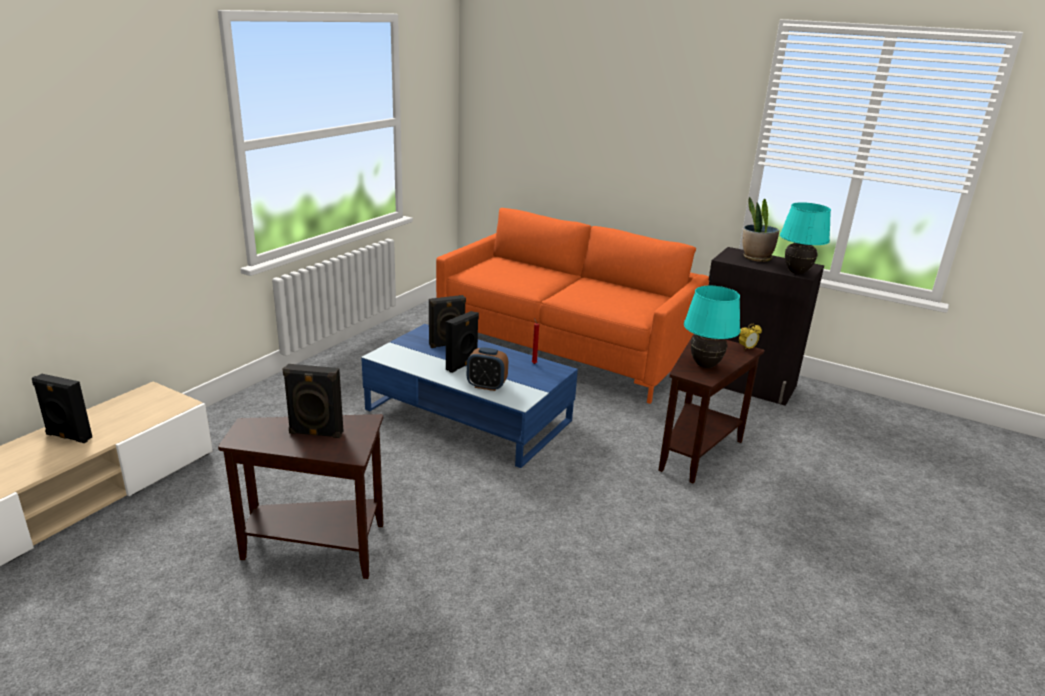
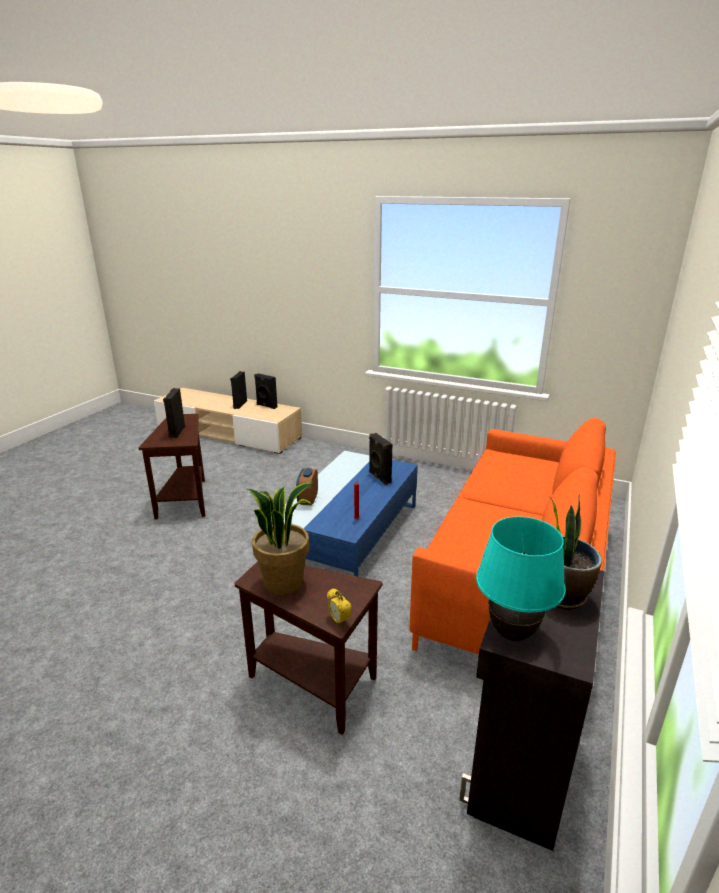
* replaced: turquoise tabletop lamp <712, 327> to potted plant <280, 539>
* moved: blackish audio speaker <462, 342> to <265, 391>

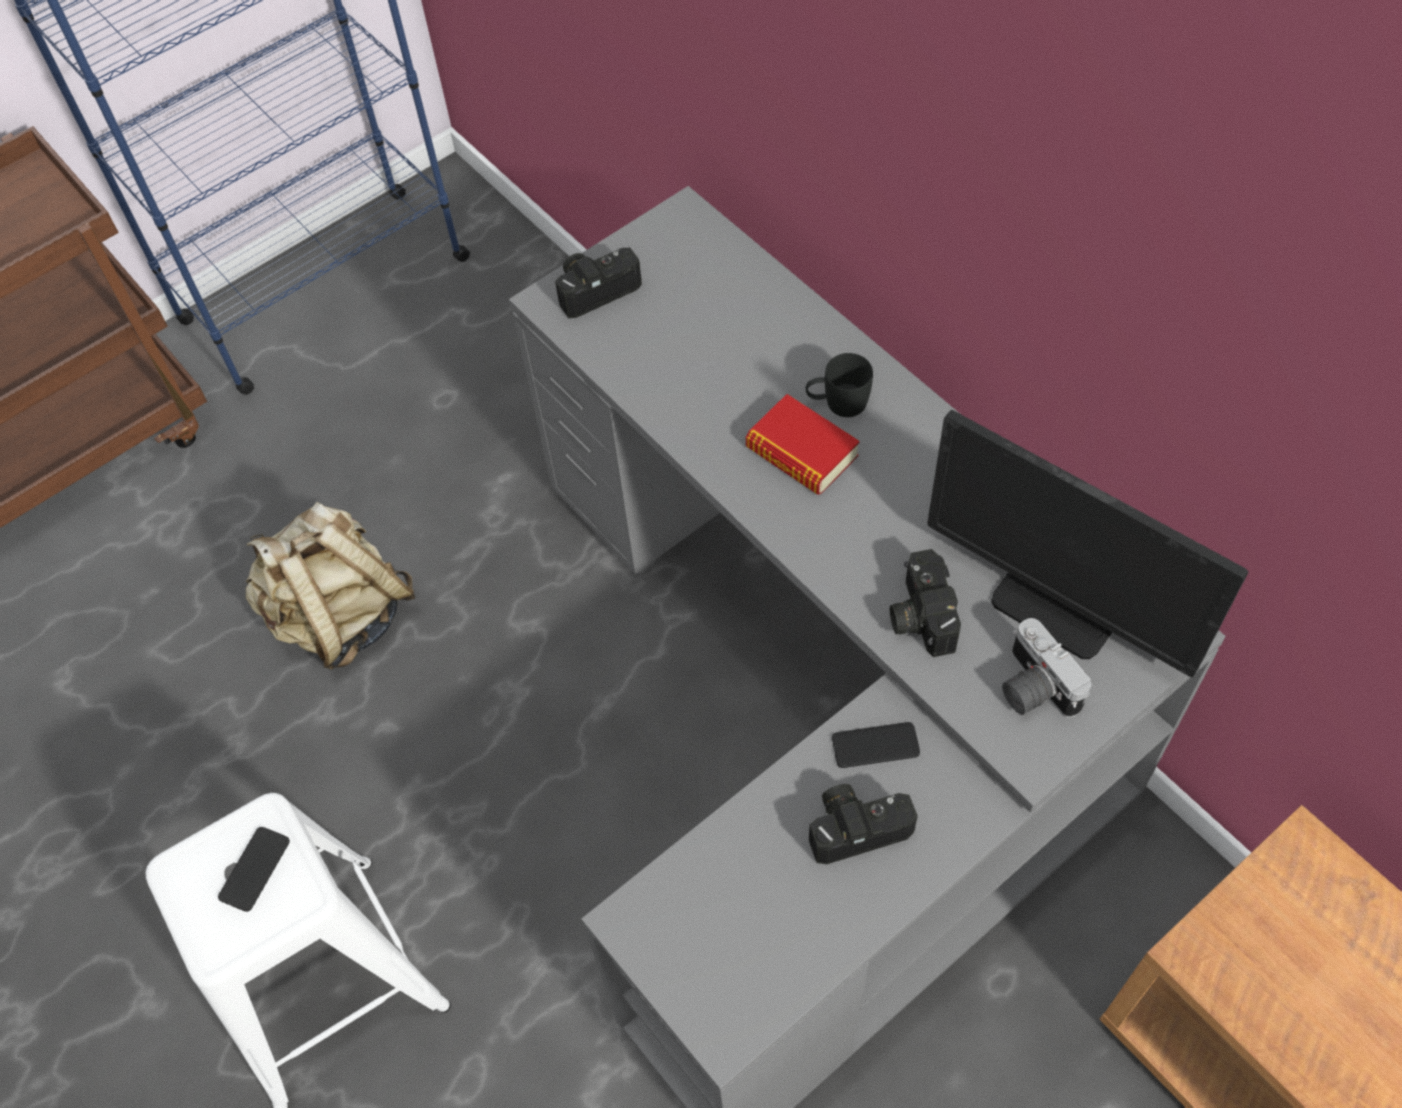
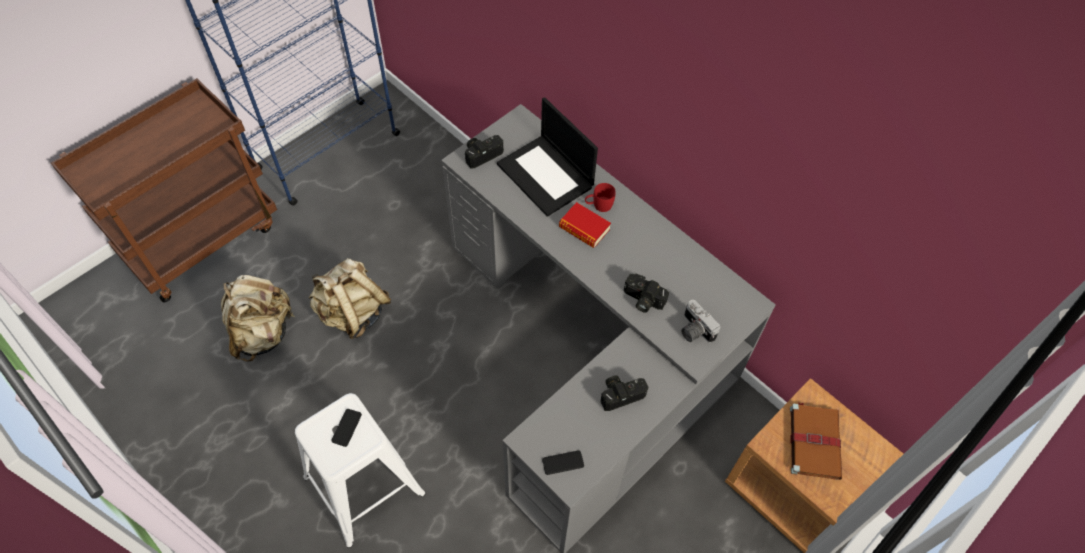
* recoloured: blackish coffee mug <839, 385> to reddish coffee mug <600, 197>
* removed: computer screen <1087, 543>
* turned: still camera <925, 603> = <646, 293> 45 degrees counterclockwise
* moved: phone <876, 745> to <563, 462>
* added: notebook computer <547, 157>
* added: sand-coloured backpack <258, 318>
* added: brown-coloured volume <816, 441>

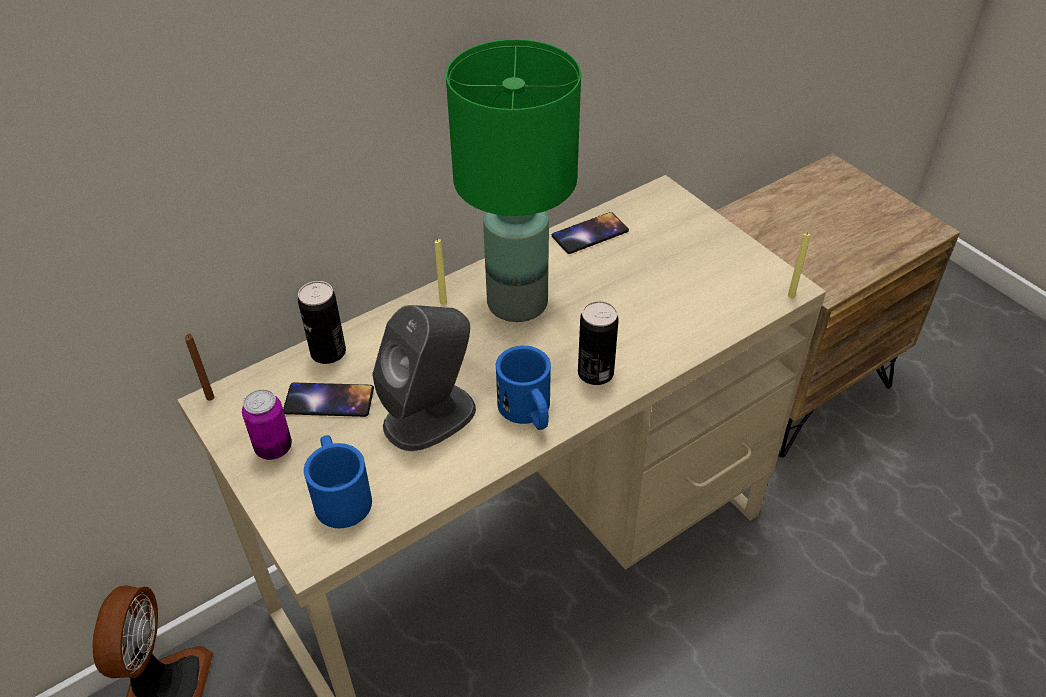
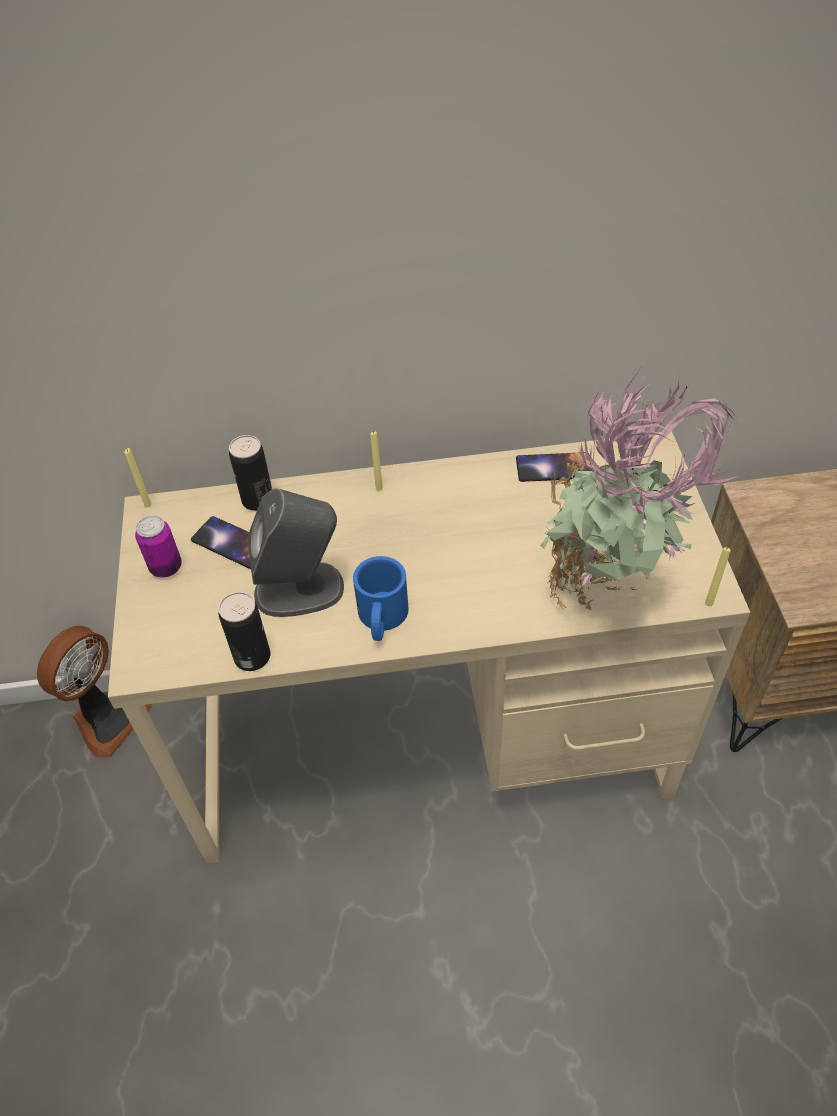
* removed: green tabletop lamp <513, 180>
* moved: can <598, 343> to <244, 631>
* recoloured: brown-coloured wax candle <199, 367> to yellowish wax candle <138, 478>
* removed: blue coffee mug <338, 481>
* added: potted plant <639, 487>

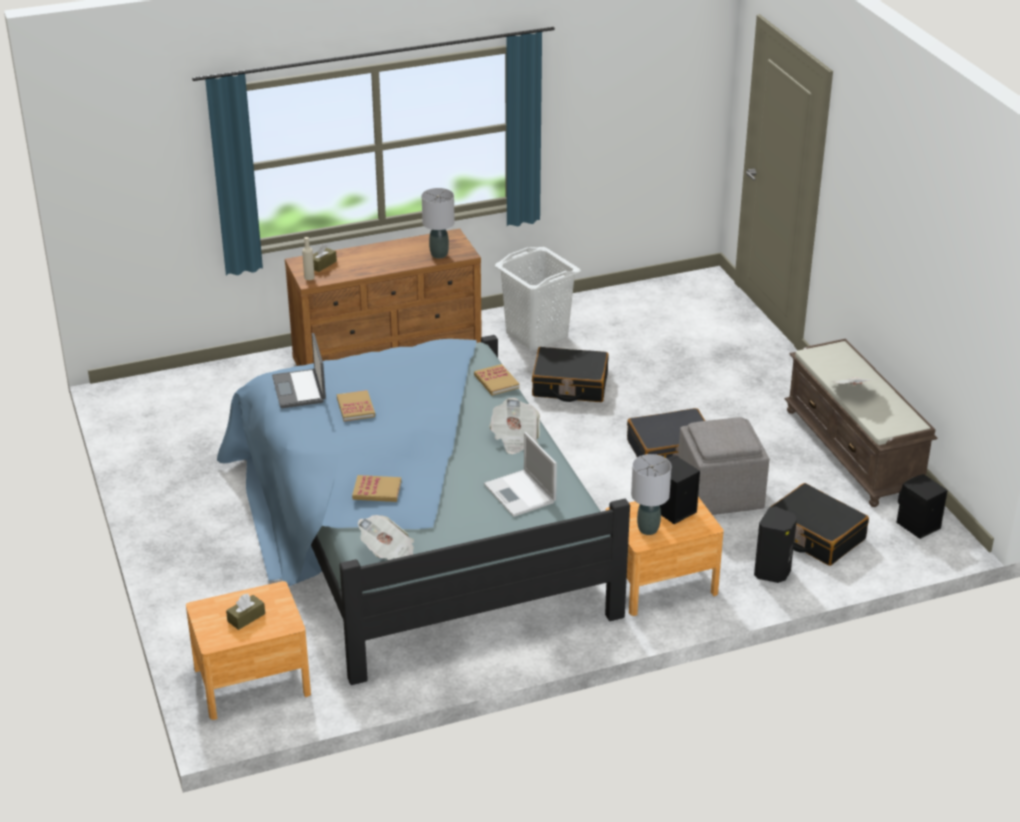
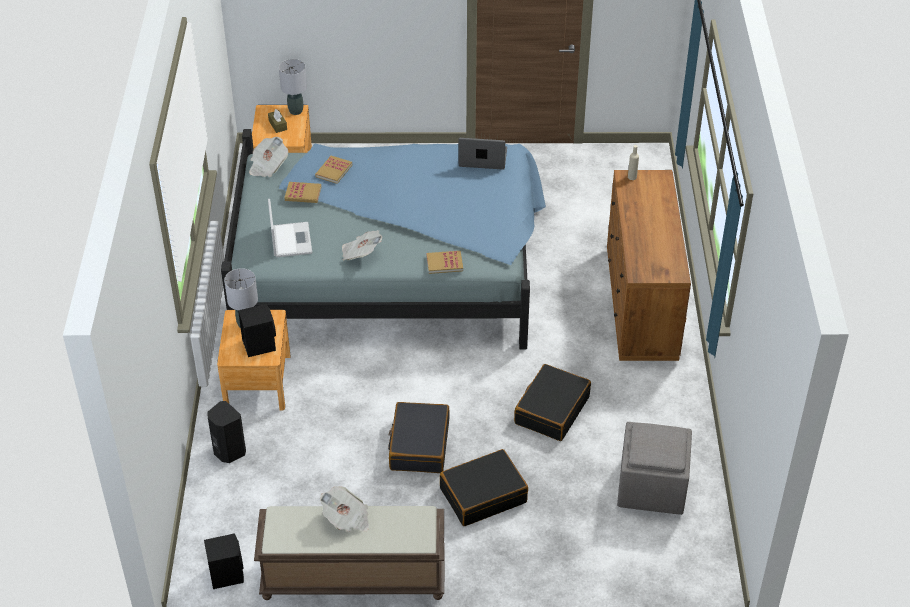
* moved: greyish tabletop lamp <438, 223> to <293, 87>
* removed: brown-coloured tissue holder <325, 258>
* removed: white-coloured laundry basket <538, 299>
* moved: volume <356, 405> to <303, 192>
* moved: greyish footrest <723, 466> to <654, 468>
* turned: notebook computer <520, 474> = <290, 228> 90 degrees clockwise
* moved: blackish piece of luggage <820, 524> to <484, 487>

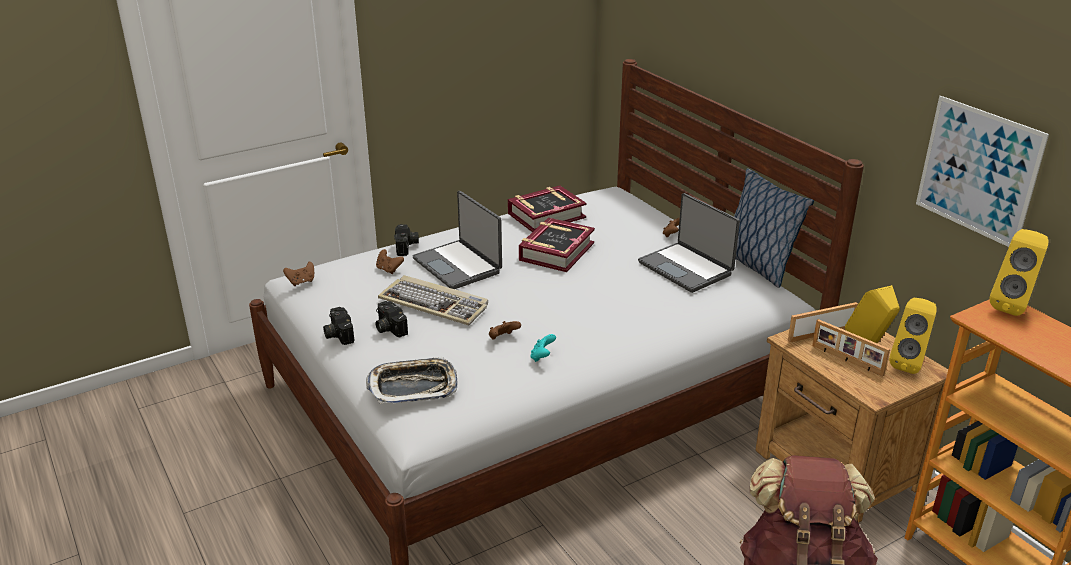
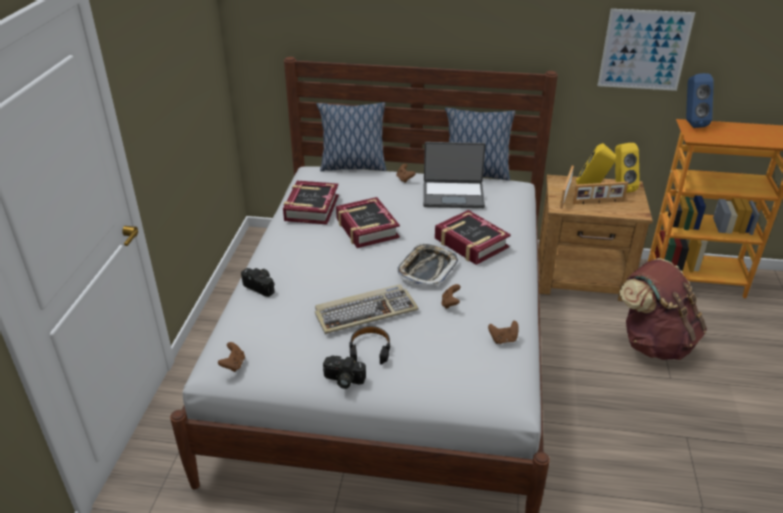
* removed: notebook computer <457, 240>
* recoloured: yellowish audio speaker <1018, 272> to blue audio speaker <700, 100>
* moved: brown-coloured game controller <390, 261> to <503, 332>
* replaced: still camera <391, 319> to blackish headset <370, 345>
* removed: turquoise game controller <543, 348>
* moved: tray <412, 380> to <427, 265>
* added: pillow <351, 137>
* added: volume <473, 237>

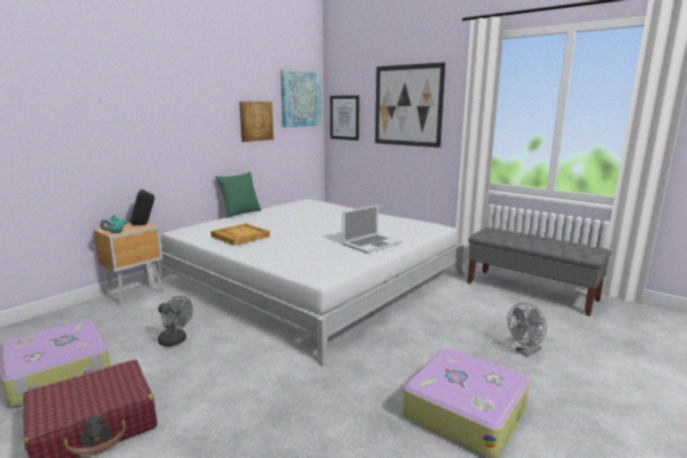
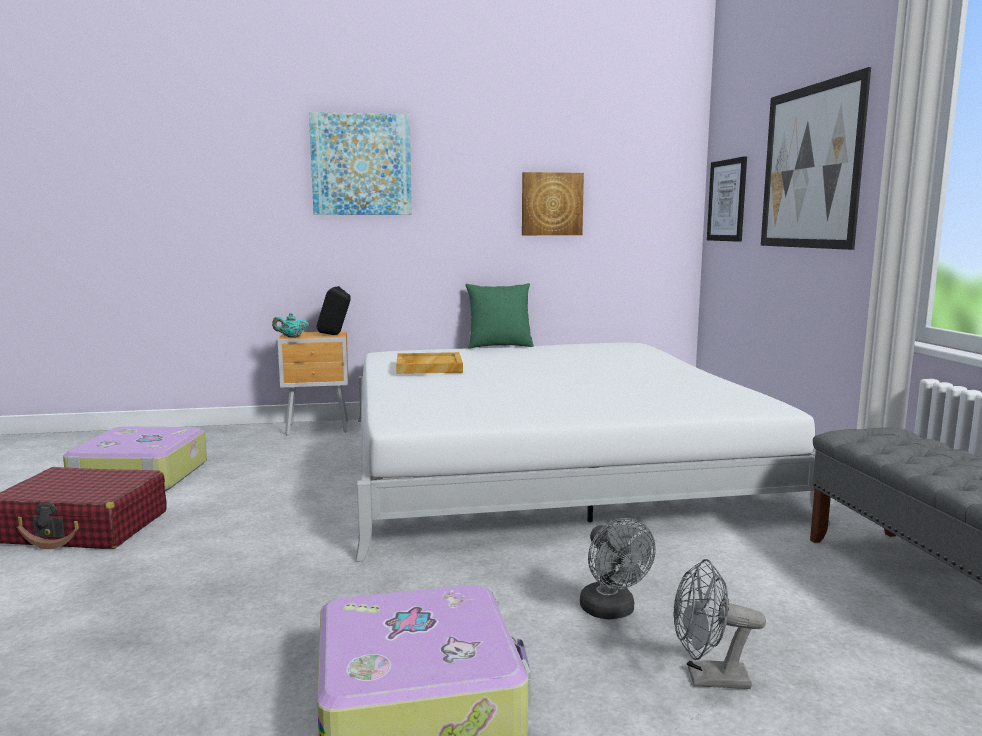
* moved: wall picture <300, 98> to <360, 163>
* removed: notebook computer <372, 228>
* moved: greyish fan <175, 321> to <618, 568>

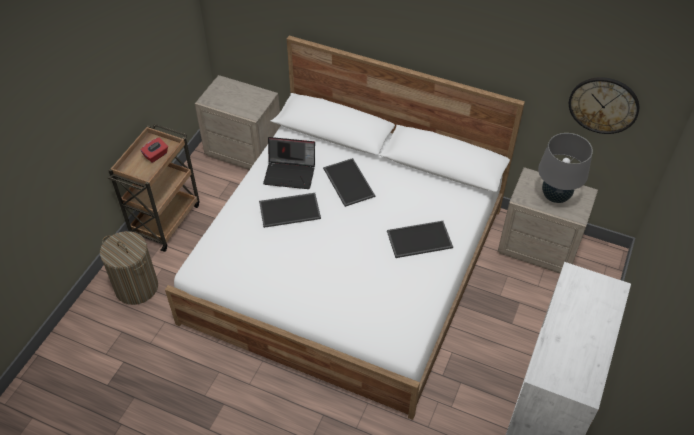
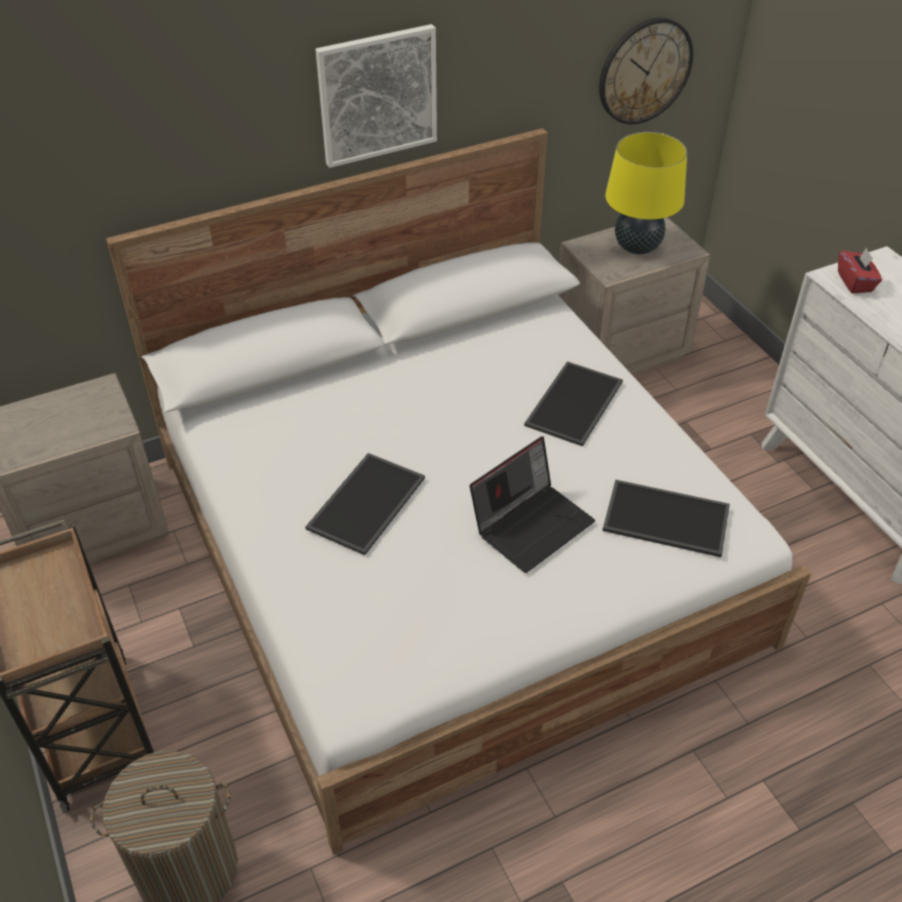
* recoloured: greyish tabletop lamp <565, 168> to yellowish tabletop lamp <646, 193>
* moved: notebook computer <289, 163> to <532, 504>
* moved: reddish tissue holder <154, 150> to <860, 270>
* moved: tray <349, 182> to <666, 518>
* added: wall picture <376, 96>

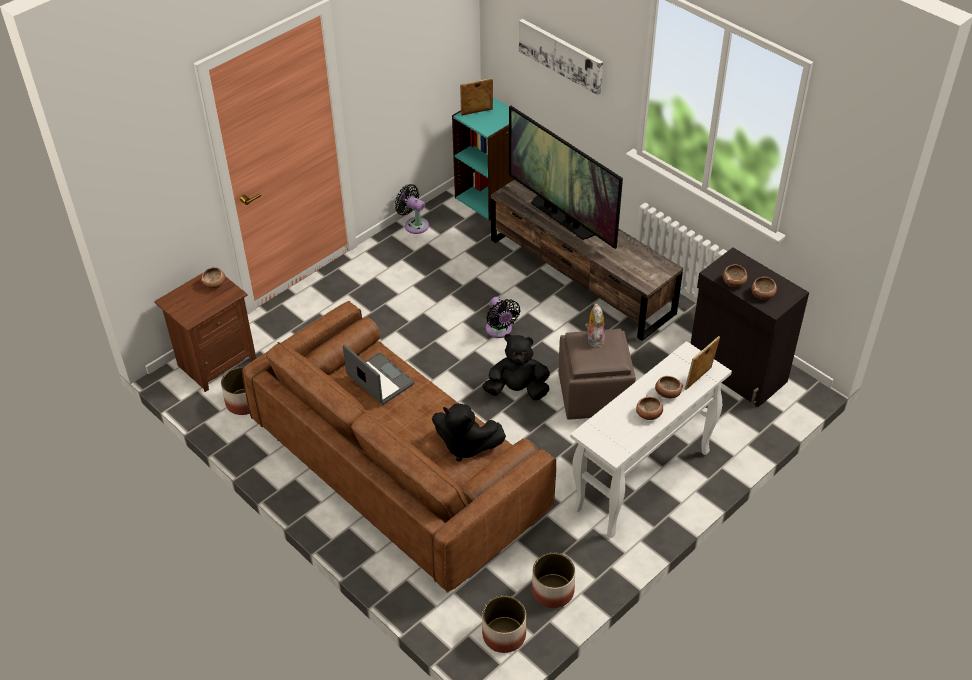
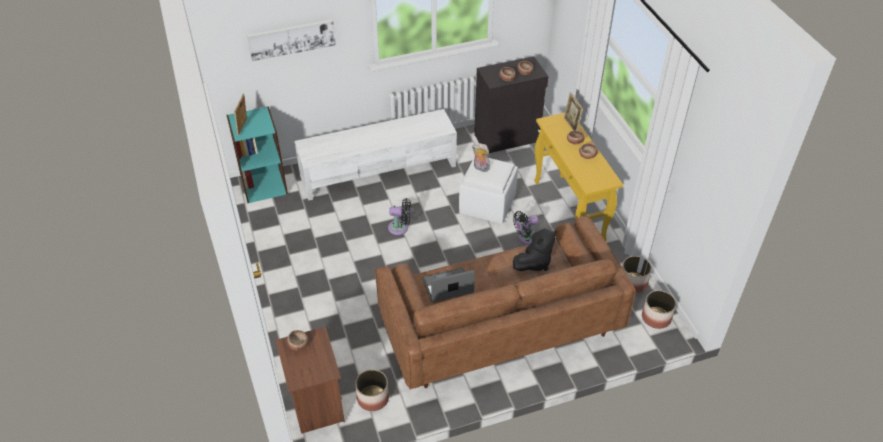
* removed: TV <566, 177>
* recoloured: brown-coloured tv unit <587, 260> to white-coloured tv unit <375, 155>
* moved: blackish fan <412, 209> to <526, 228>
* recoloured: brown-coloured footrest <597, 374> to white-coloured footrest <488, 190>
* removed: blackish soft toy <516, 367>
* recoloured: white-coloured hall table <651, 439> to yellowish hall table <578, 177>

